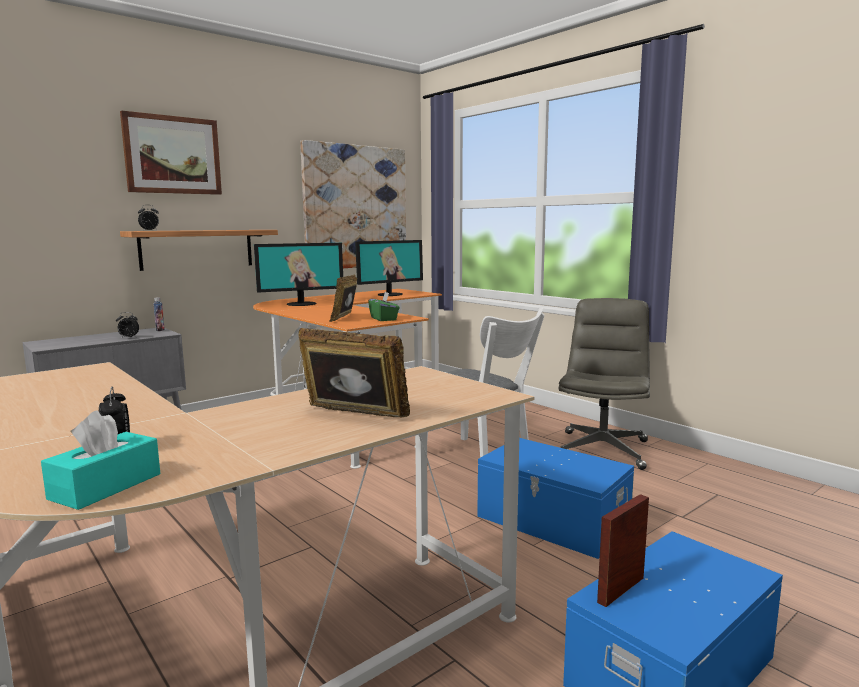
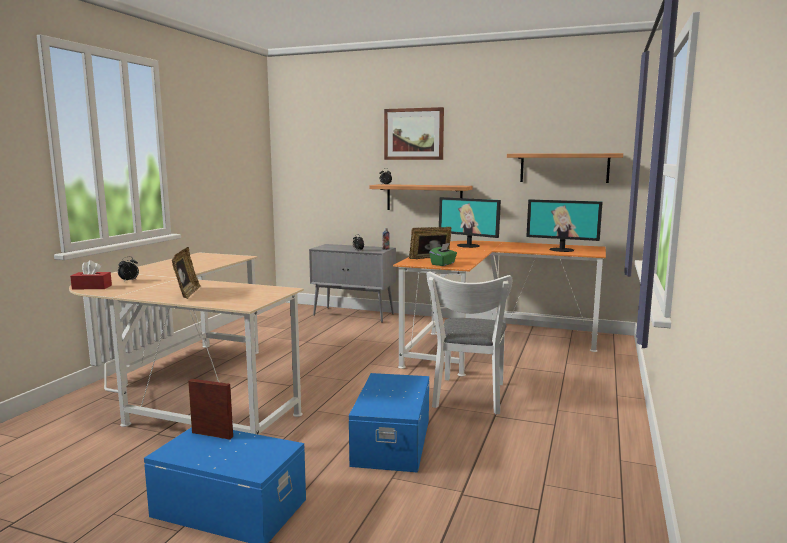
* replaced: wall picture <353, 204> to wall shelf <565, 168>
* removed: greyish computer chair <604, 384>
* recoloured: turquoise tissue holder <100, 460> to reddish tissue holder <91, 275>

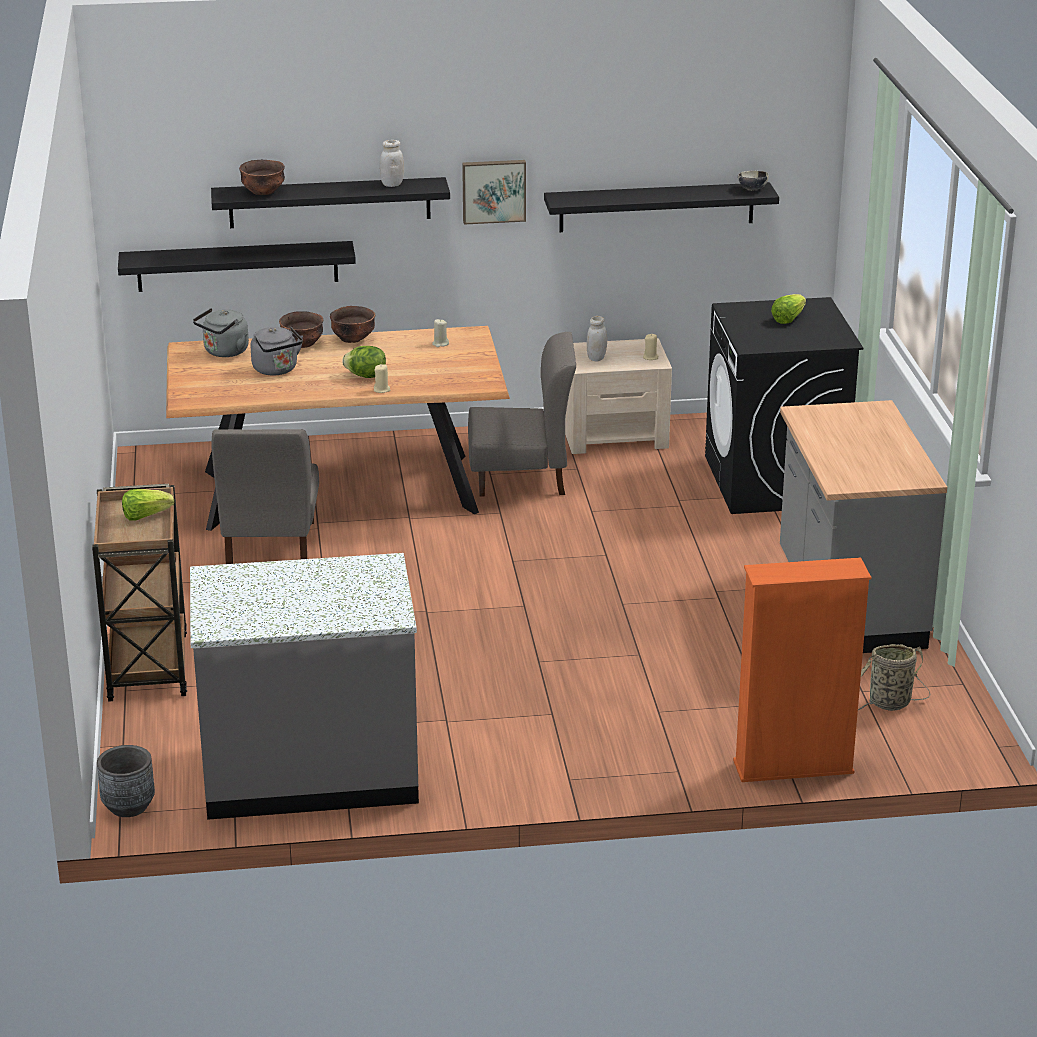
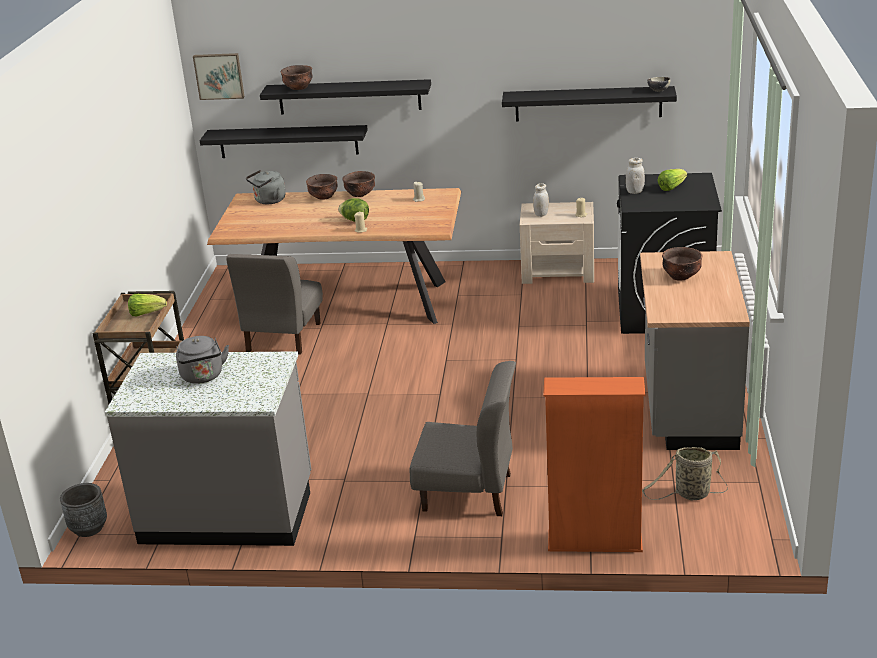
* moved: white-coloured preserve jar <392, 163> to <635, 176>
* moved: wall picture <494, 192> to <219, 76>
* moved: greyish tea kettle <277, 351> to <202, 360>
* moved: greyish chair <522, 414> to <463, 438>
* added: brown-coloured deep dish <682, 264>

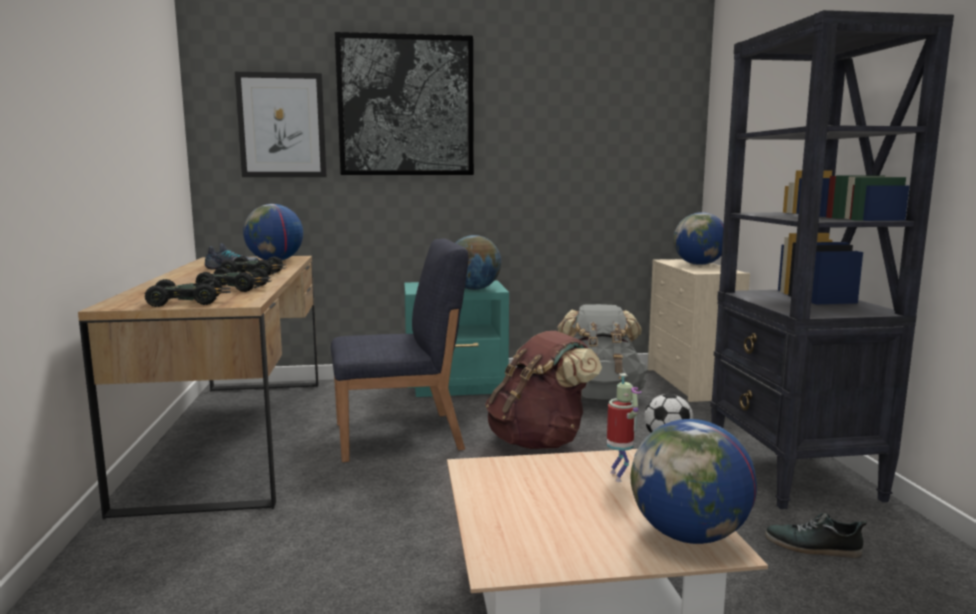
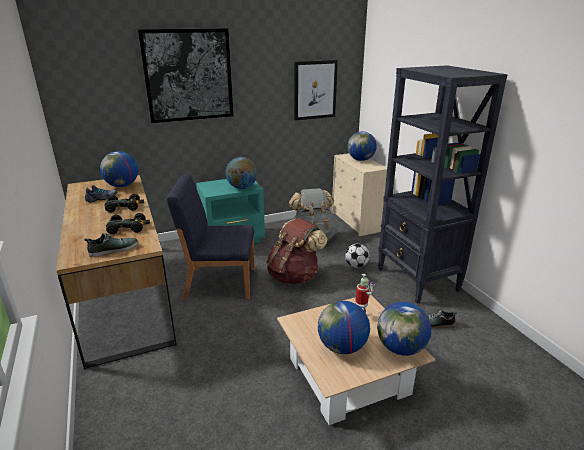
* moved: wall picture <281, 124> to <316, 90>
* turned: blue chair <400, 350> = <211, 237> 150 degrees counterclockwise
* replaced: blackish model car <188, 292> to low shoe <111, 245>
* added: globe <344, 327>

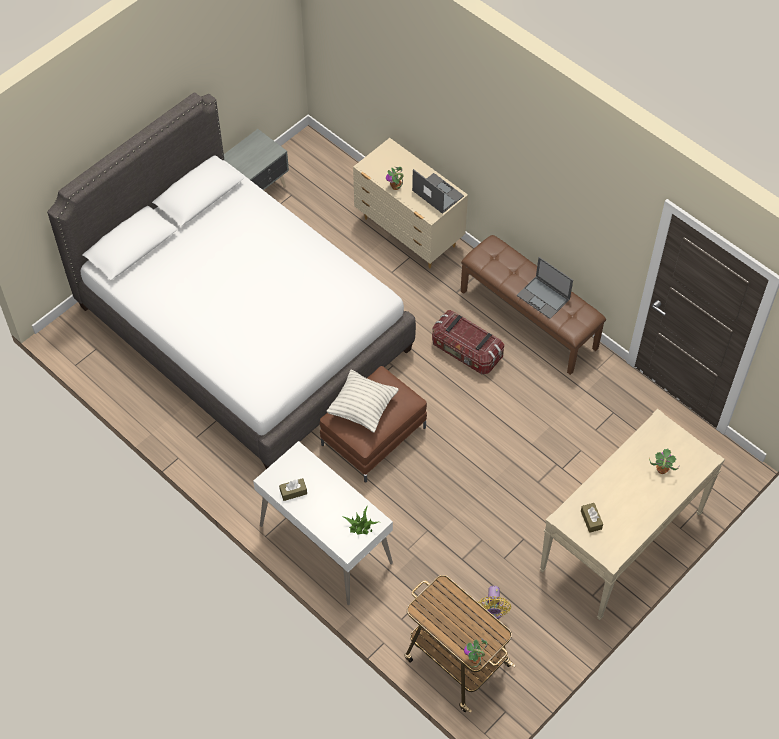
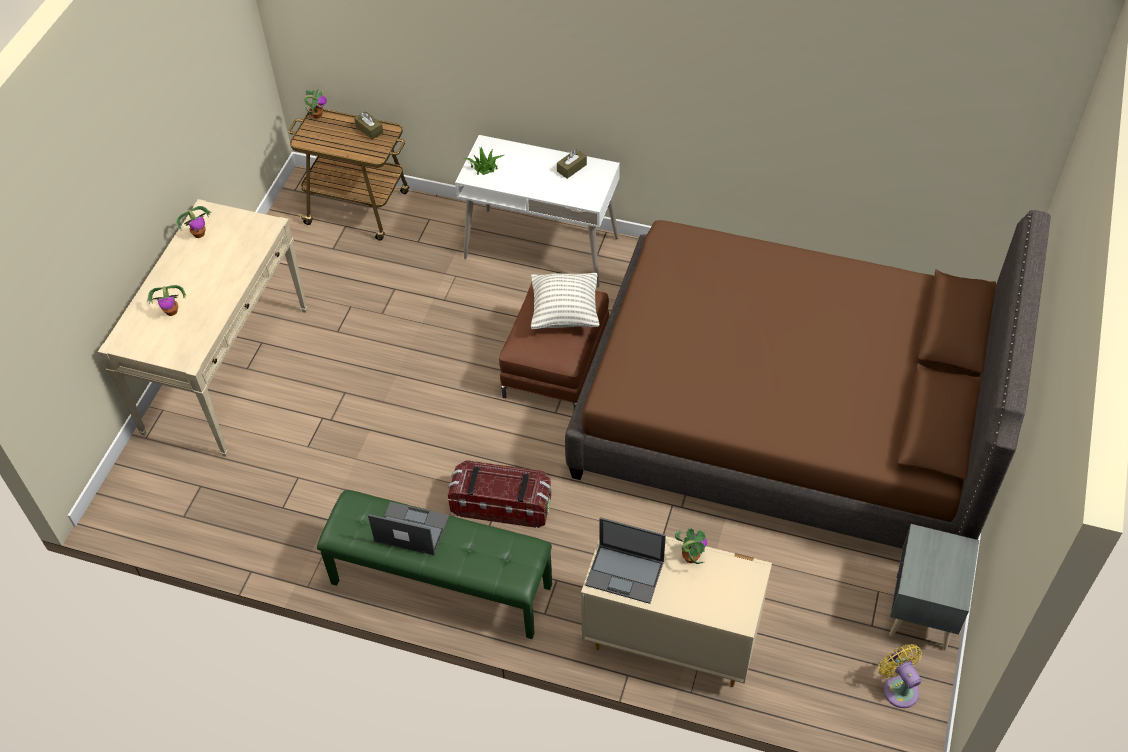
* recoloured: white-coloured bed <231, 281> to brown-coloured bed <808, 379>
* recoloured: brown-coloured bench <533, 305> to green bench <434, 564>
* moved: brown-coloured tissue holder <592, 518> to <368, 125>
* moved: yellowish fan <494, 602> to <900, 676>
* added: potted plant <194, 222>

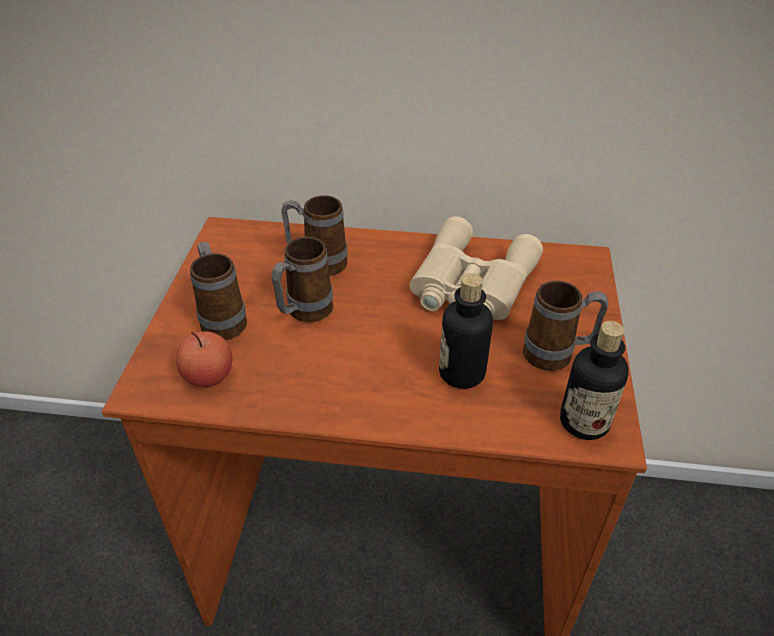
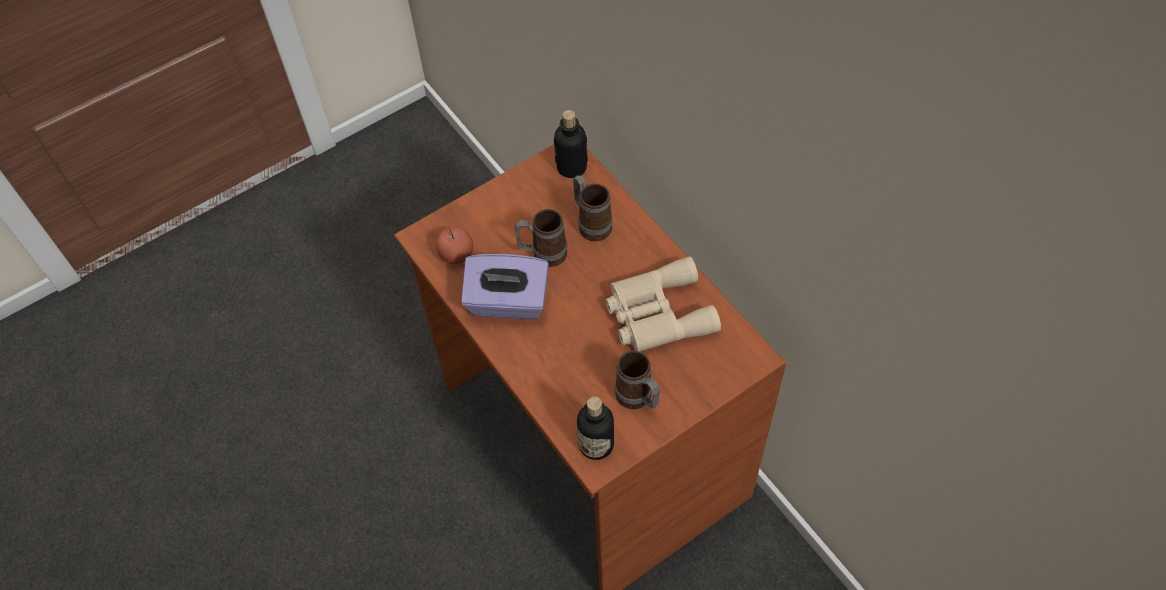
* removed: coffee mug <218, 291>
* moved: bottle <466, 331> to <571, 144>
* added: purplish tissue holder <505, 286>

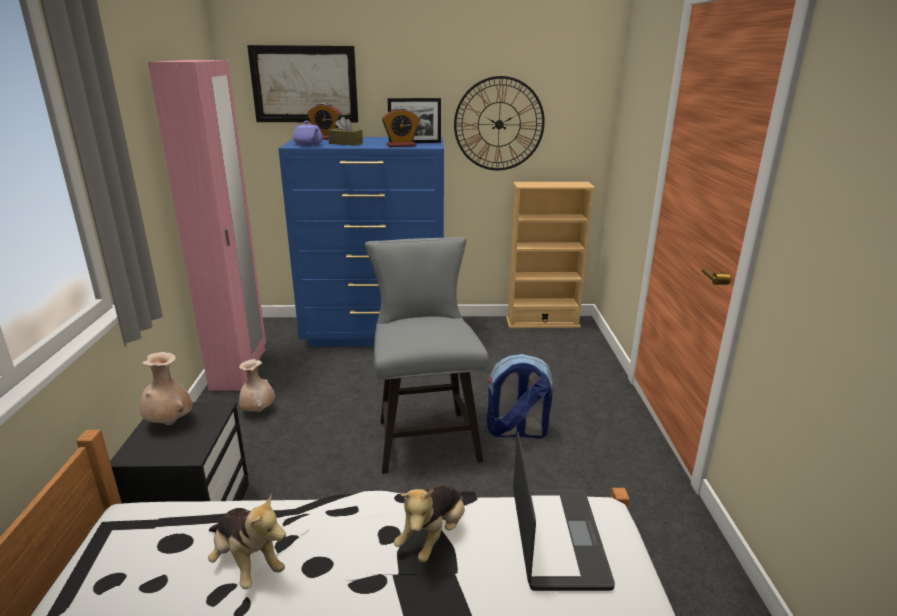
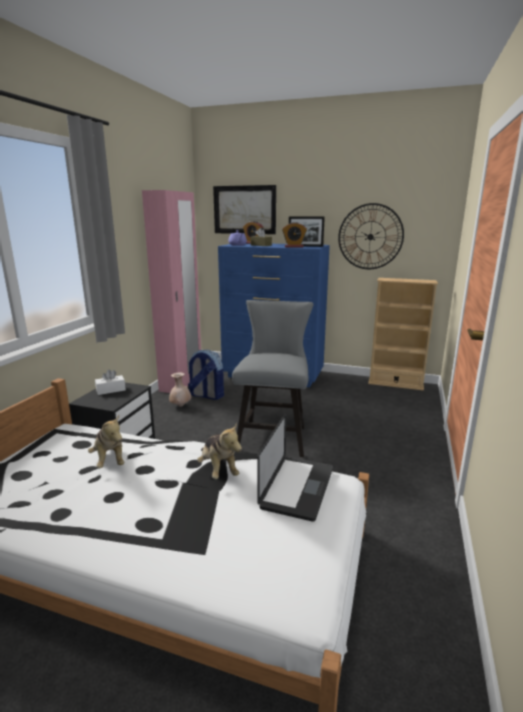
* replaced: sand-coloured decorative vase <166, 388> to white-coloured tissue holder <110, 382>
* moved: backpack <520, 396> to <206, 375>
* turned: soft toy <429, 524> = <219, 451> 75 degrees counterclockwise

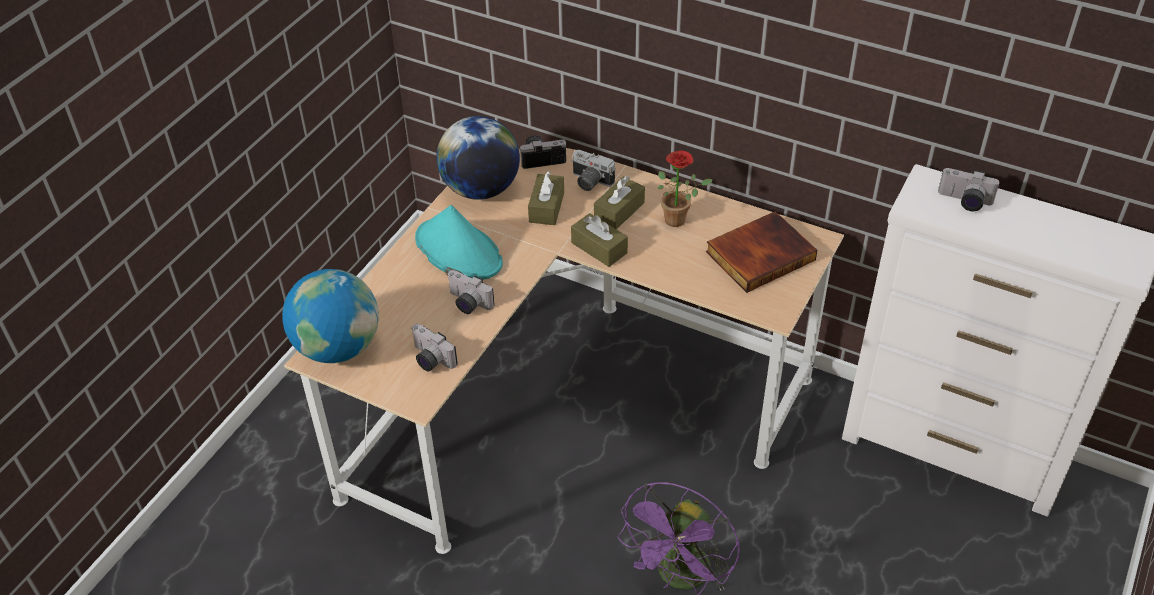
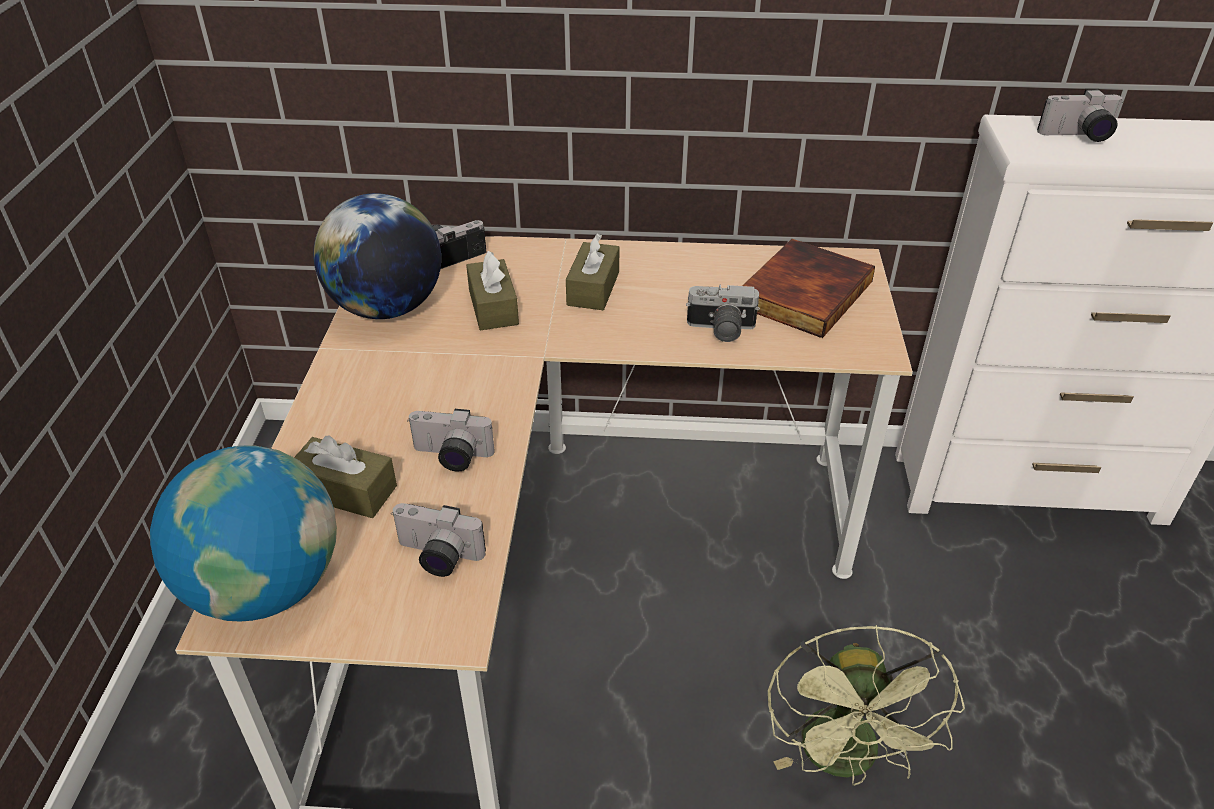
* moved: still camera <593, 170> to <723, 313>
* removed: potted plant <685, 188>
* removed: turquoise hat <459, 242>
* moved: brown-coloured tissue holder <599, 240> to <345, 476>
* recoloured: purplish fan <678, 538> to green fan <866, 705>

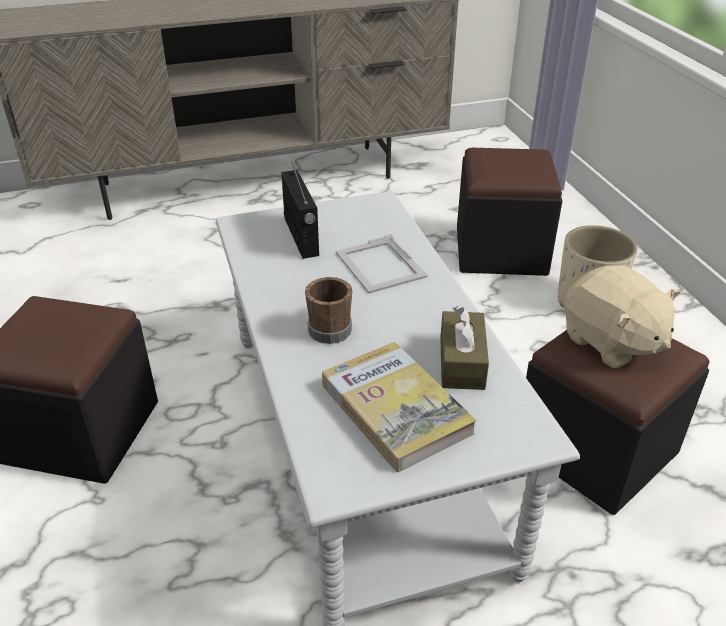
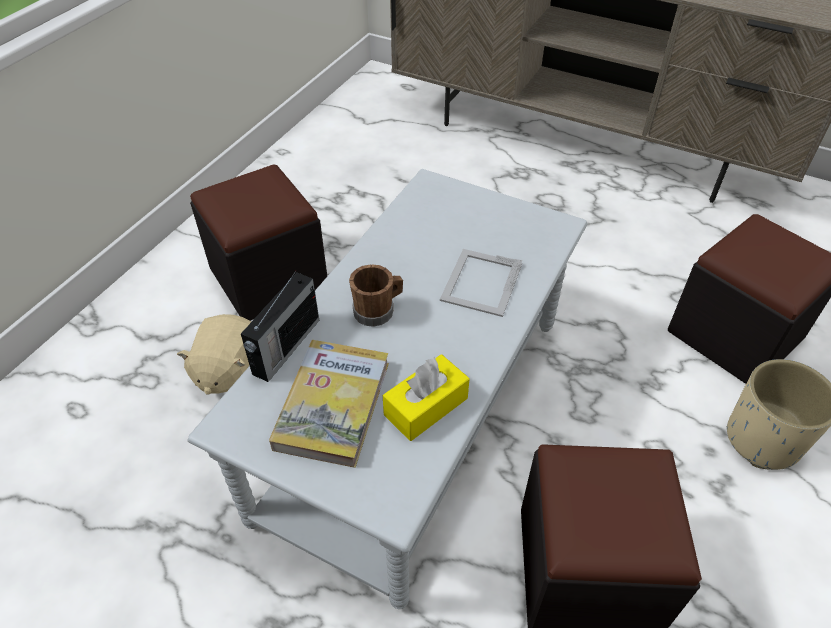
* moved: radio set <300, 210> to <280, 326>
* moved: sand-coloured soft toy <622, 317> to <214, 354>
* recoloured: brown-coloured tissue holder <464, 348> to yellowish tissue holder <426, 397>

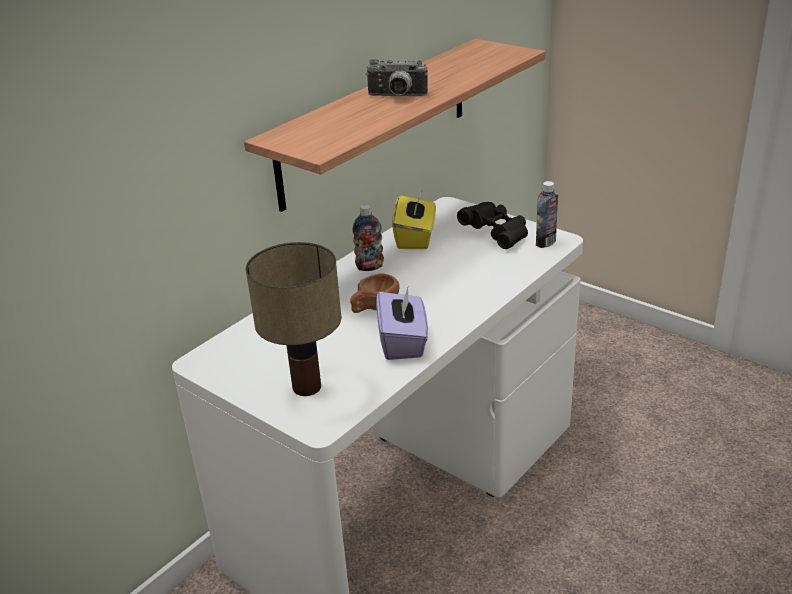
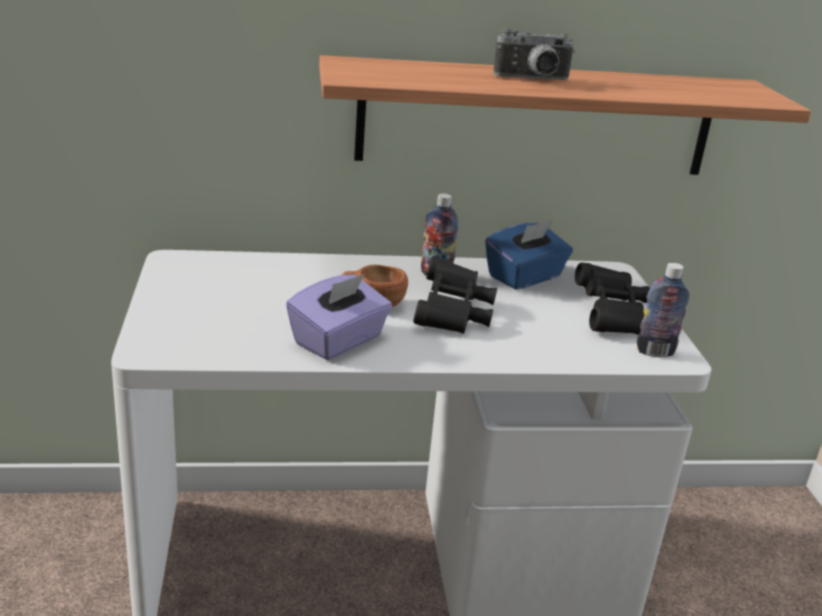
* turned: still camera <397, 77> = <534, 54> 60 degrees counterclockwise
* recoloured: yellowish tissue holder <414, 221> to blue tissue holder <529, 255>
* removed: tabletop lamp <294, 319>
* added: blackish field glasses <455, 295>

